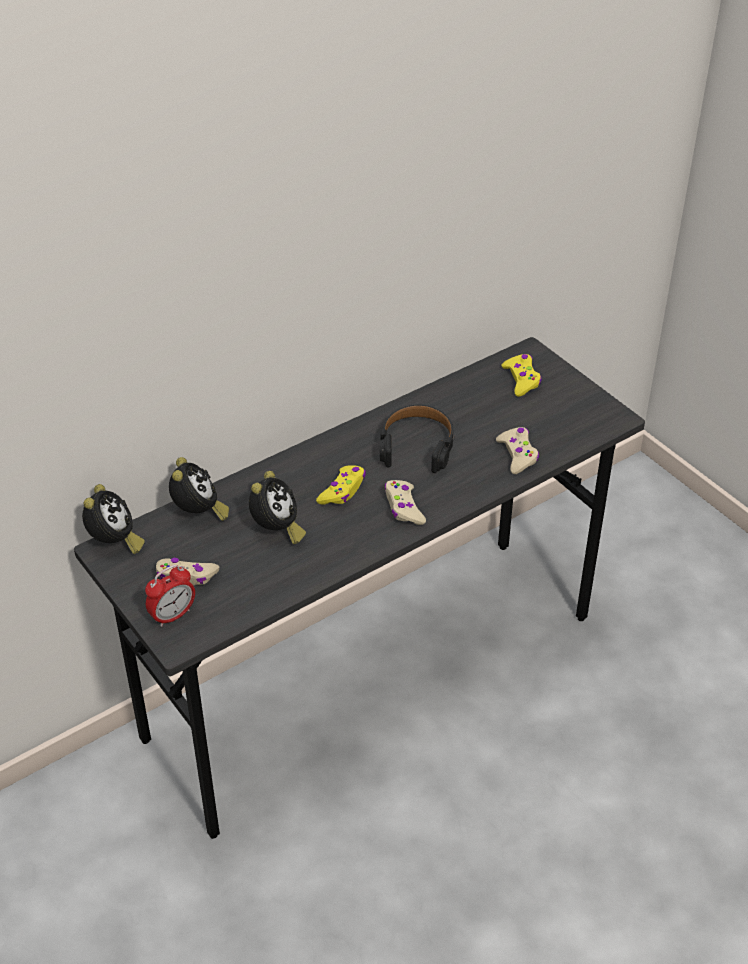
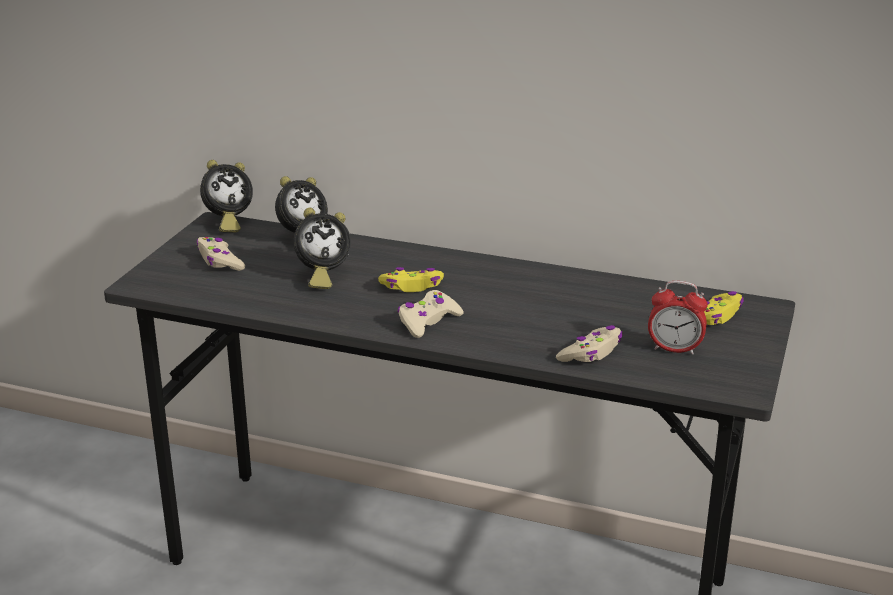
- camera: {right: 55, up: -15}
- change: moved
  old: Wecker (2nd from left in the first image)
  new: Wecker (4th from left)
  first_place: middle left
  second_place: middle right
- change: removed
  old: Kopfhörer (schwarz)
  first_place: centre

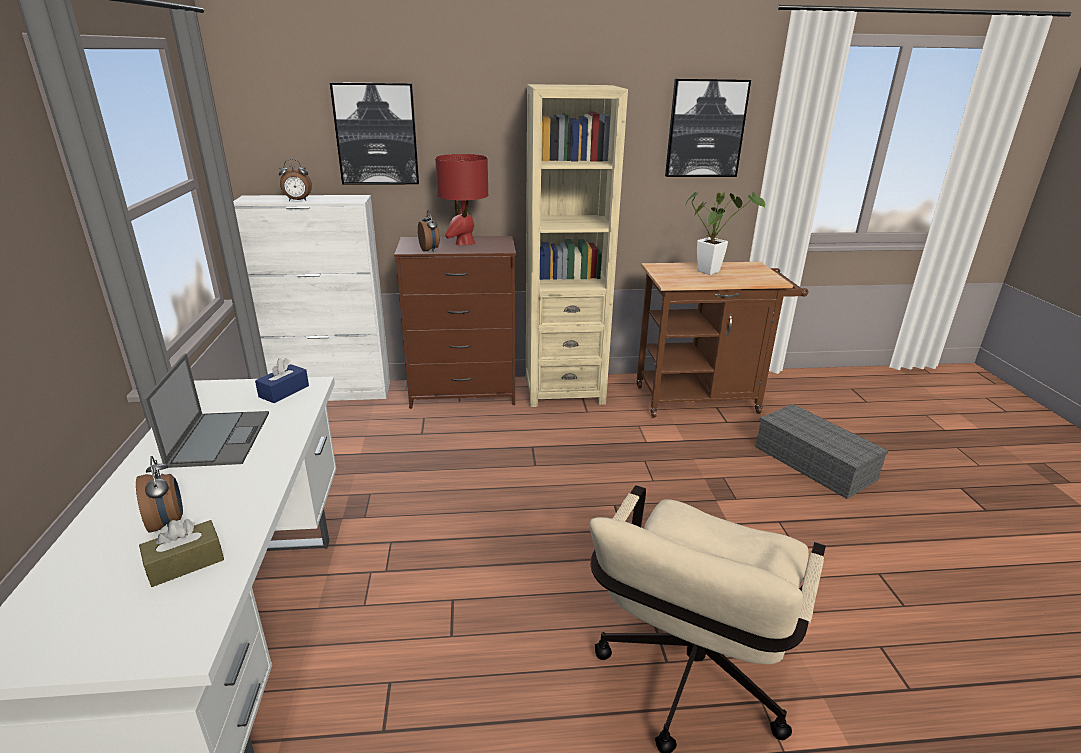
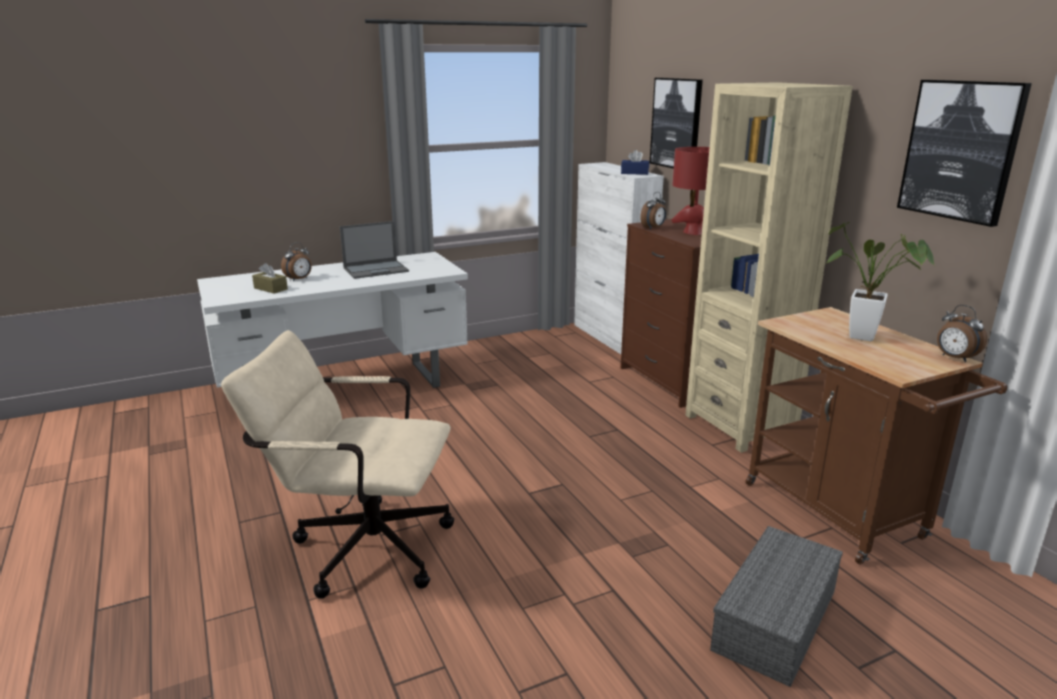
- camera: {right: 70, up: -5}
- change: moved
  old: Taschentuchbox (blau)
  first_place: middle left
  second_place: top centre
- change: moved
  old: Wecker (2nd from left in the first image)
  new: Wecker (3rd from left)
  first_place: top left
  second_place: middle right

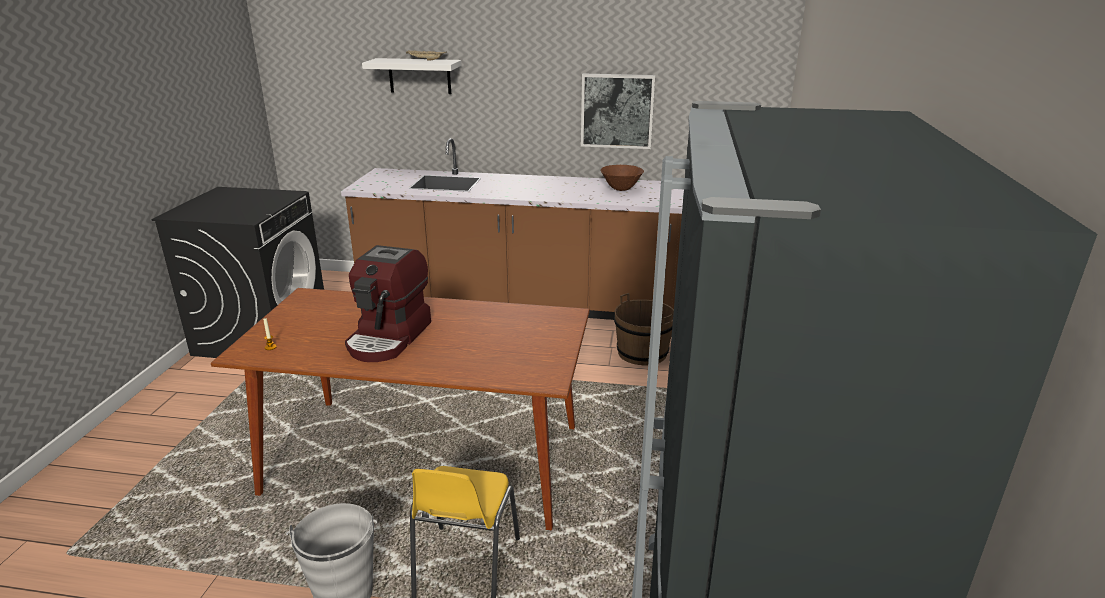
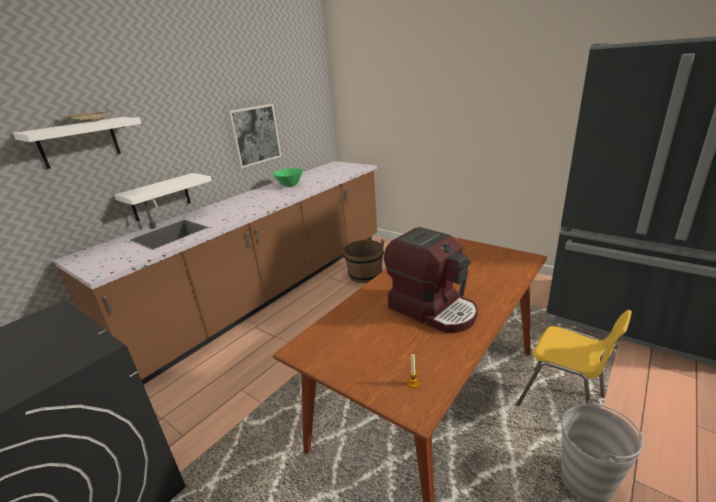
- camera: {right: -60, up: 0}
- change: recoloured
  old: Schüssel (braun)
  new: Schüssel (grün)
  first_place: top centre
  second_place: centre
- change: added
  new: Wandregal (weiß) (2nd from left)
  second_place: middle left

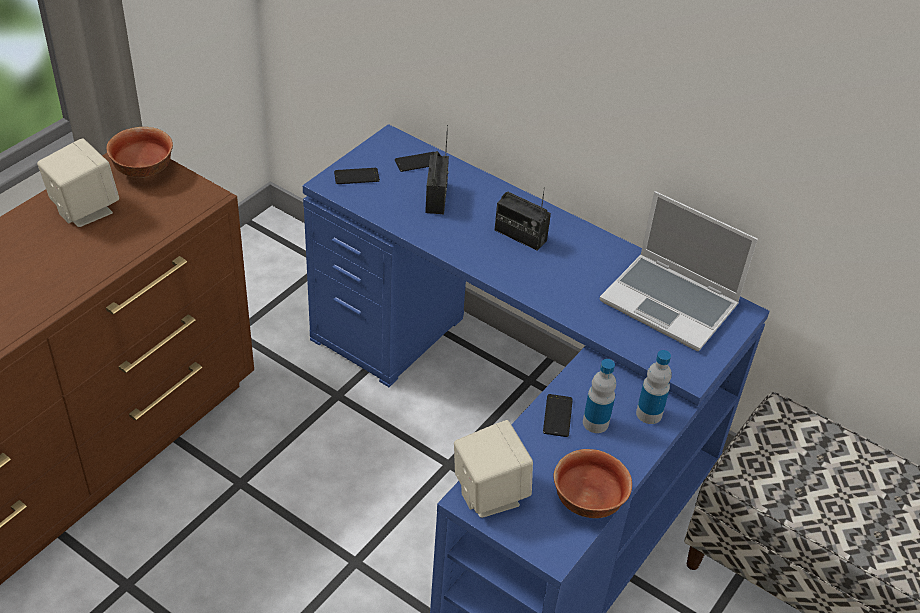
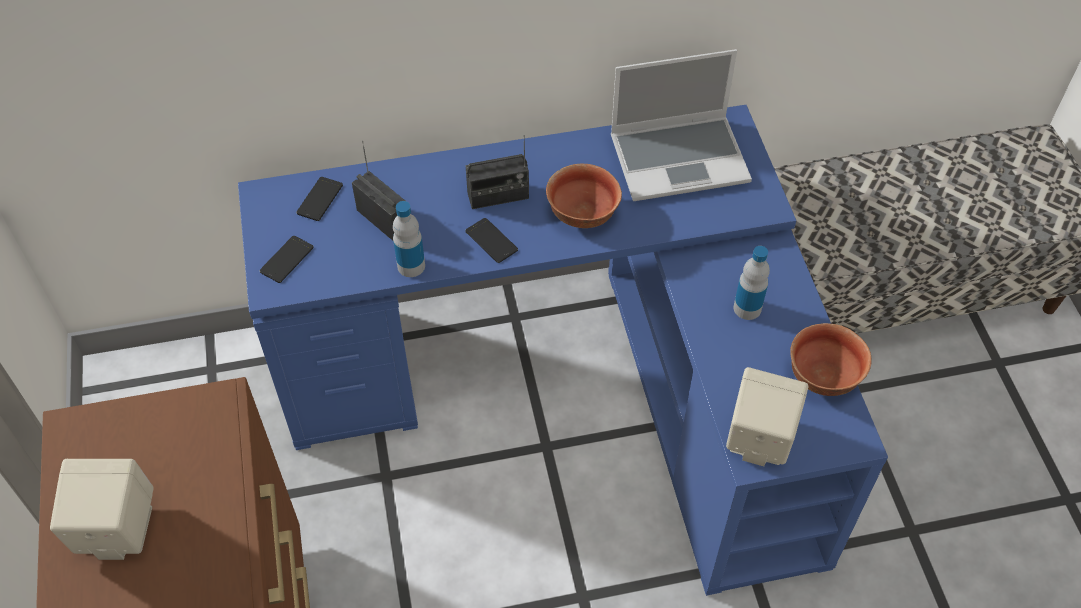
- camera: {right: -45, up: 10}
- change: moved
  old: Schüssel (1st from left)
  first_place: top left
  second_place: top centre
- change: moved
  old: Handy (3rd from left)
  first_place: bottom centre
  second_place: centre
- change: moved
  old: Flasche (2nd from left in the first image)
  new: Flasche (1st from left)
  first_place: middle right
  second_place: centre

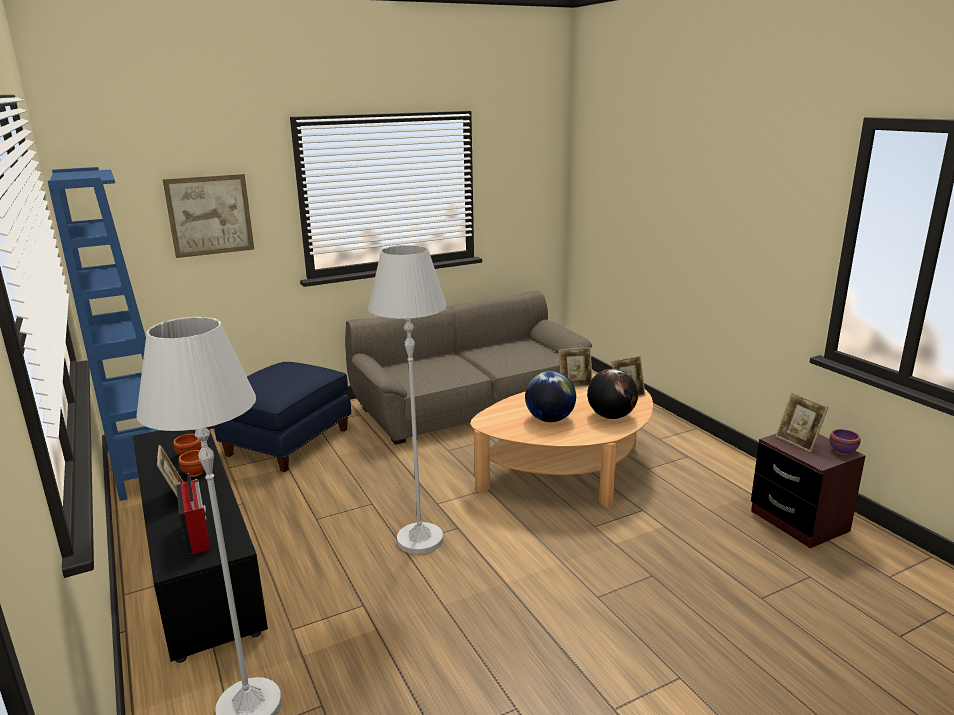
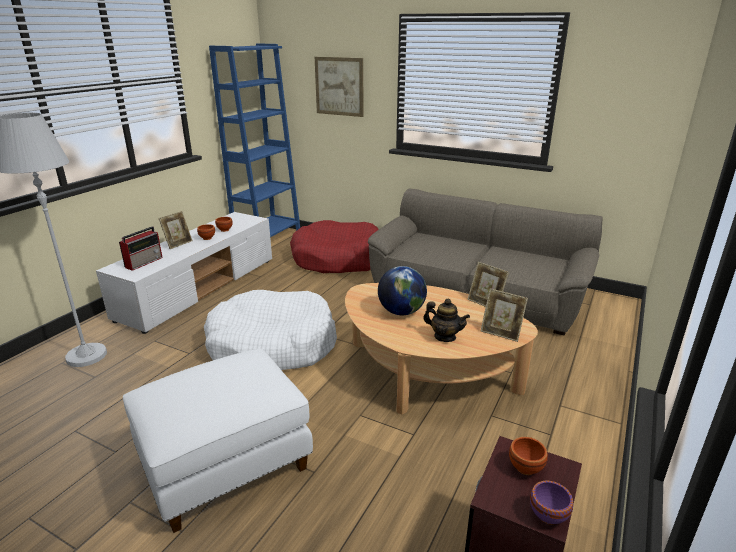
- camera: {right: 55, up: 5}
- change: recoloured
  old: Fernsehschrank (schwarz)
  new: Fernsehschrank (weiß)
  first_place: bottom left
  second_place: middle left
- change: replaced
  old: Polsterhocker (blau)
  new: Hundebett (rot)
  first_place: middle left
  second_place: centre
- change: replaced
  old: Stehlampe (weiß) (2nd from left)
  new: Hundebett (weiß)
  first_place: centre
  second_place: centre
- change: replaced
  old: Globus (2nd from left)
  new: Teekanne
  first_place: centre
  second_place: centre
- change: replaced
  old: Bilderrahmen (4th from left)
  new: Schüssel (braun) (3rd from left)
  first_place: middle right
  second_place: bottom right
- change: added
  new: Polsterhocker (weiß)
  second_place: bottom left

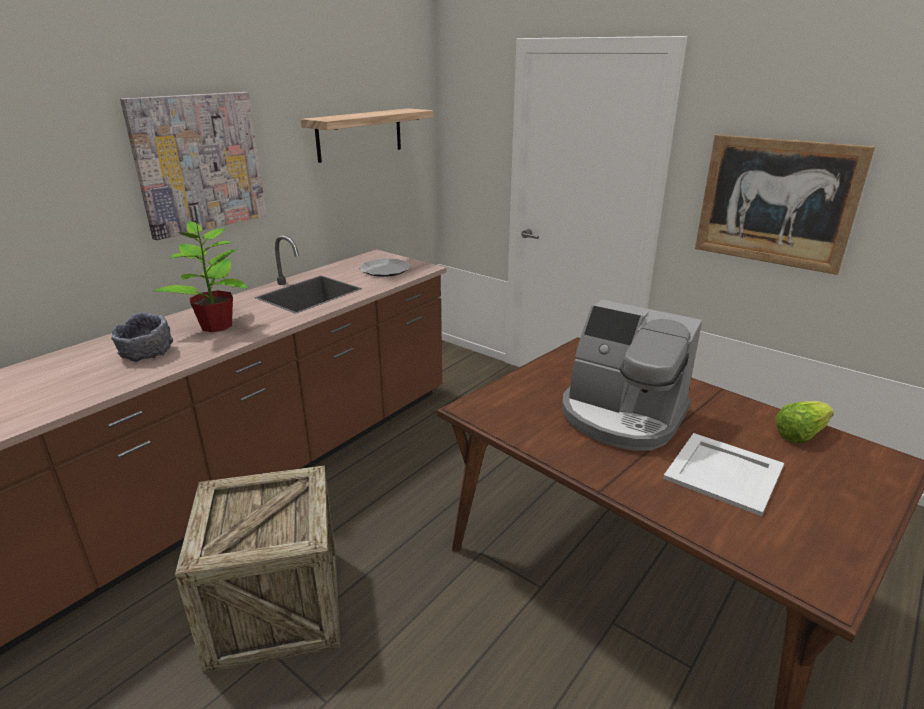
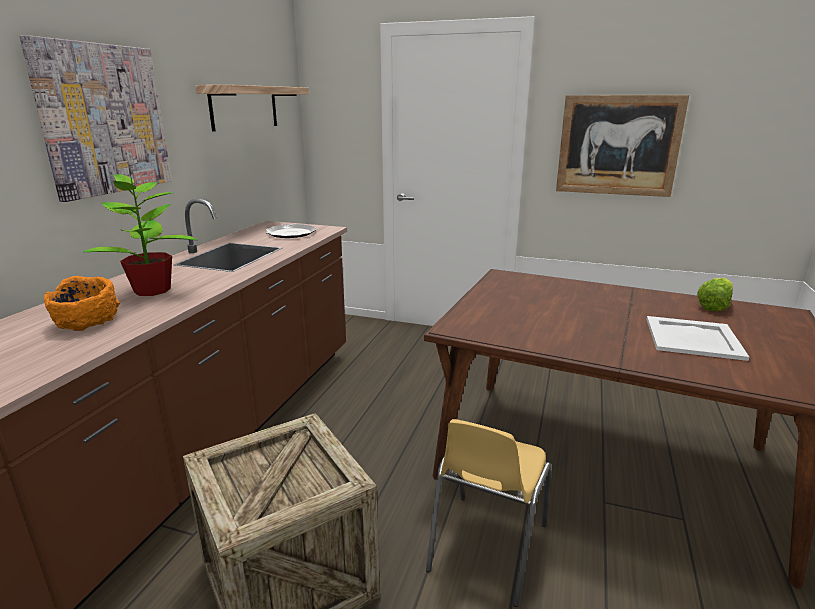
- camera: {right: -20, up: -5}
- change: recoloured
  old: Schüssel (grau)
  new: Schüssel (orange)
  first_place: middle left
  second_place: middle left
- change: removed
  old: Kaffeemaschine
  first_place: middle right
- change: added
  new: Stuhl (gelb)
  second_place: bottom centre

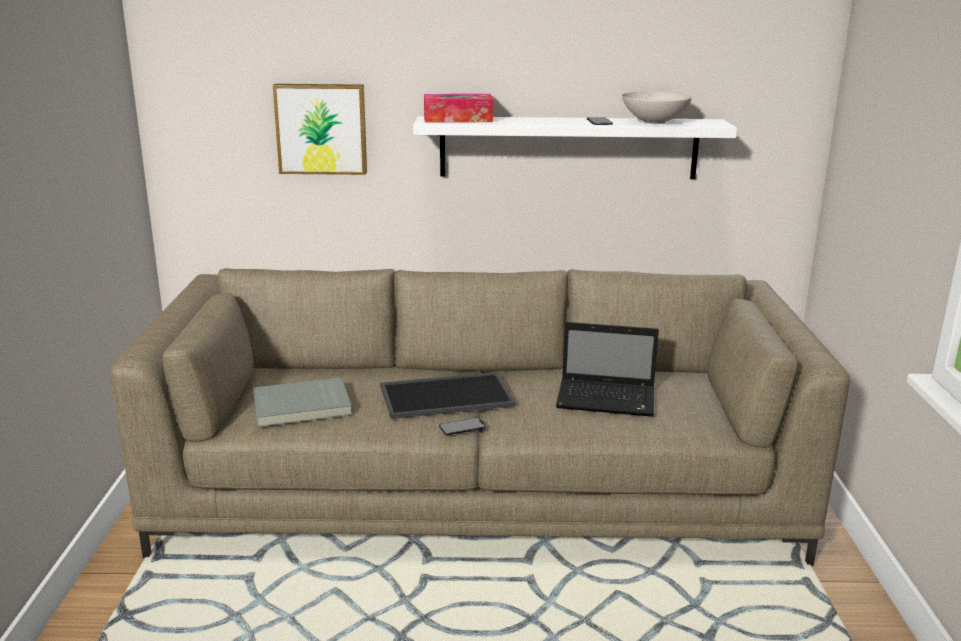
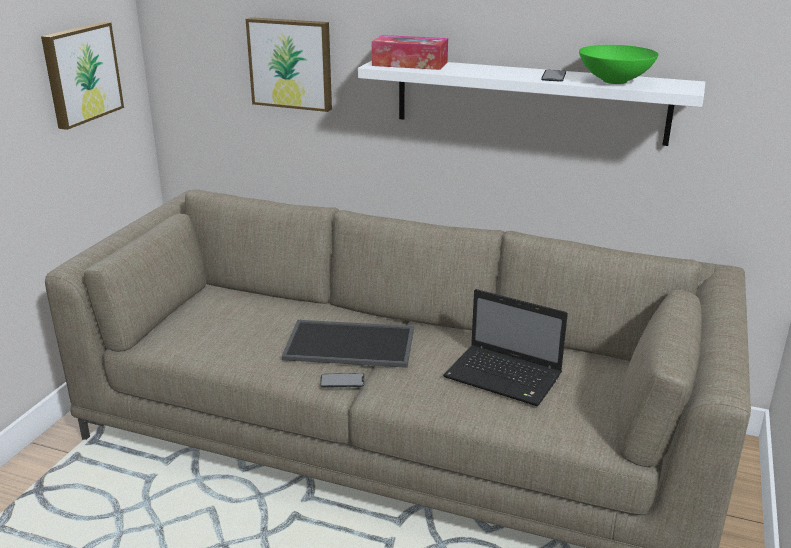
- camera: {right: 20, up: 5}
- change: removed
  old: Buch (grau)
  first_place: middle left
- change: recoloured
  old: Schüssel (weiß)
  new: Schüssel (grün)
  first_place: top right
  second_place: top right
- change: added
  new: Bild (1st from left)
  second_place: top left

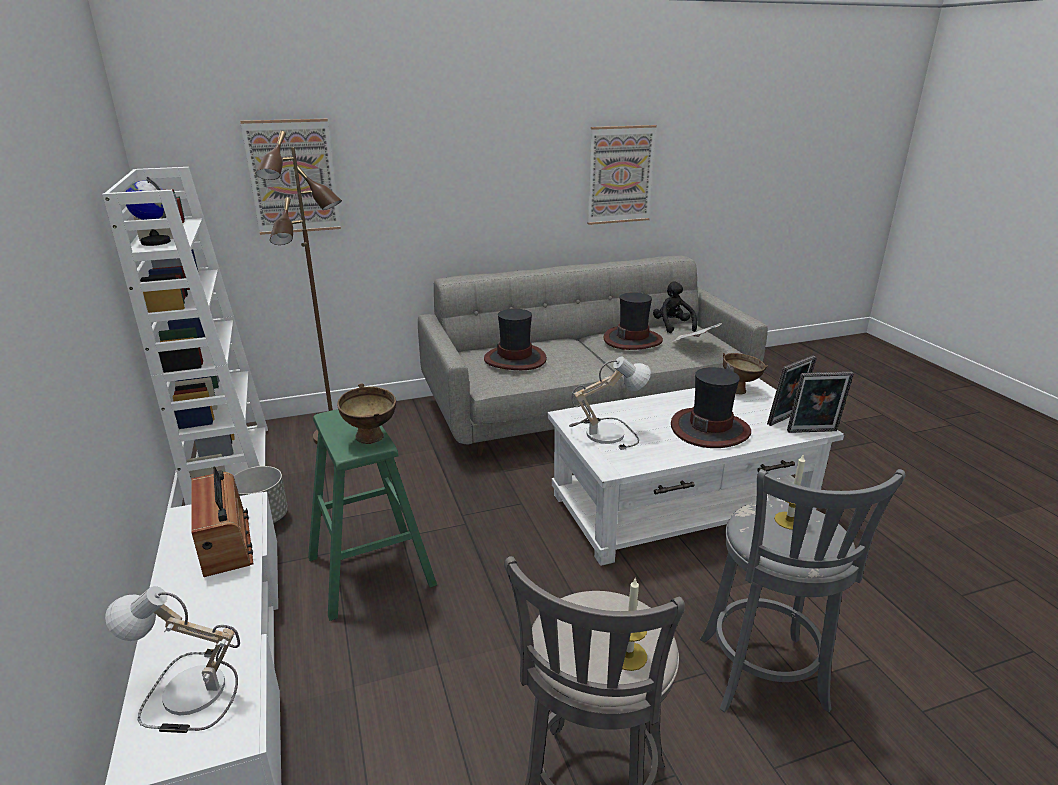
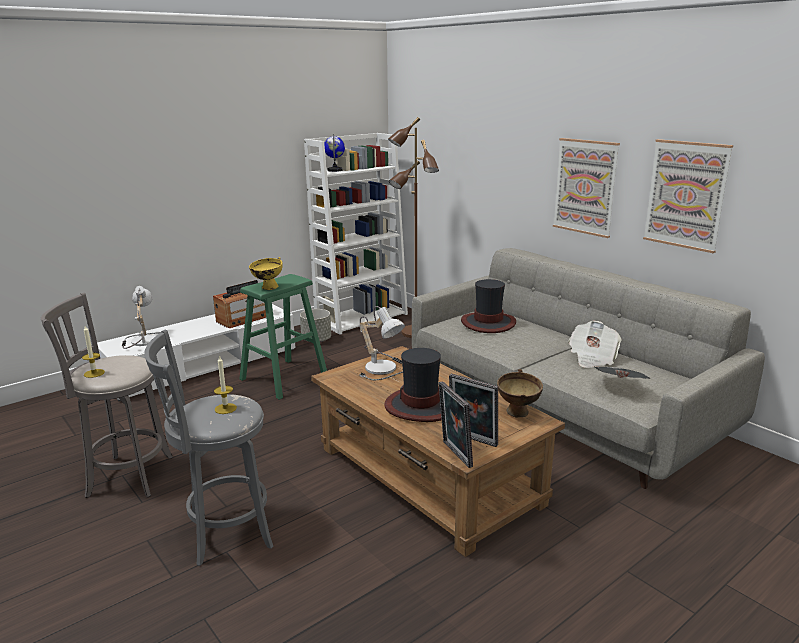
- camera: {right: 70, up: -5}
- change: moved
  old: Bild (1st from left)
  first_place: top left
  second_place: top right
- change: recoloured
  old: Schüssel (braun) (1st from left)
  new: Schüssel (gelb)
  first_place: centre
  second_place: middle left
- change: recoloured
  old: Couchtisch (weiß)
  new: Couchtisch (braun)
  first_place: centre
  second_place: bottom centre
- change: replaced
  old: Hut (2nd from left)
  new: Zeitung (1st from left)
  first_place: centre
  second_place: middle right
- change: removed
  old: Plüschtier (schwarz)
  first_place: centre

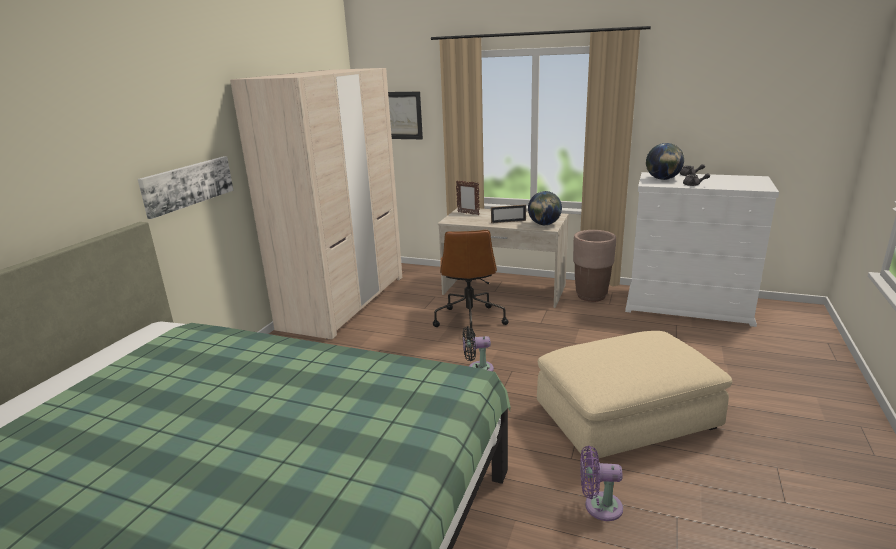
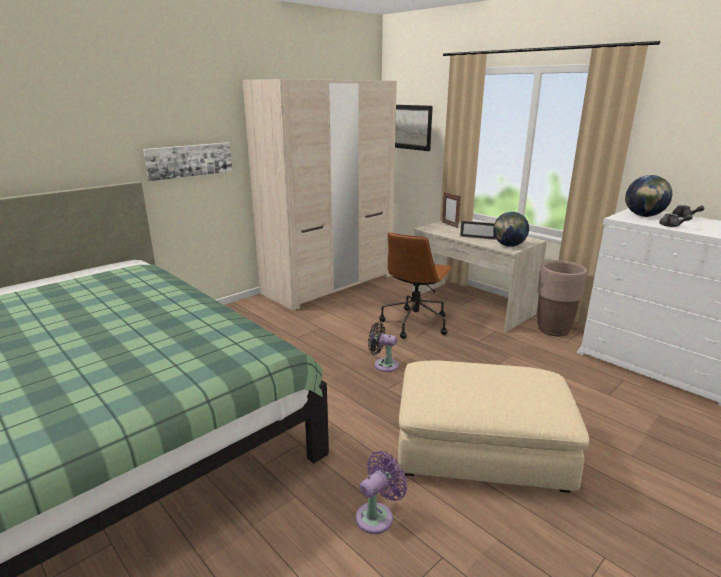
- camera: {right: 25, up: 0}
- change: turned
  old: Ventilator (lila)
  first_place: bottom right
  second_place: bottom centre
  degrees: 105

